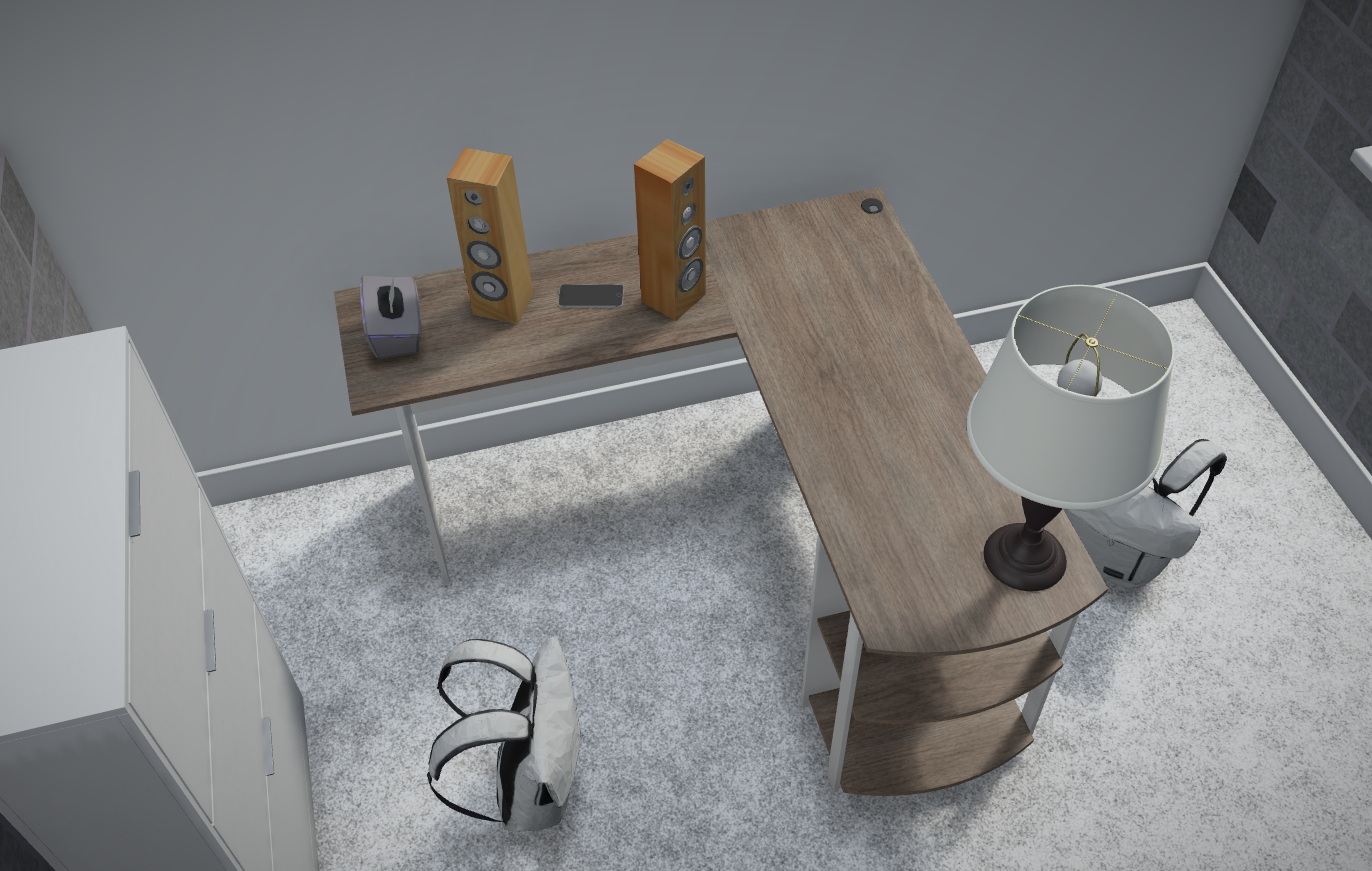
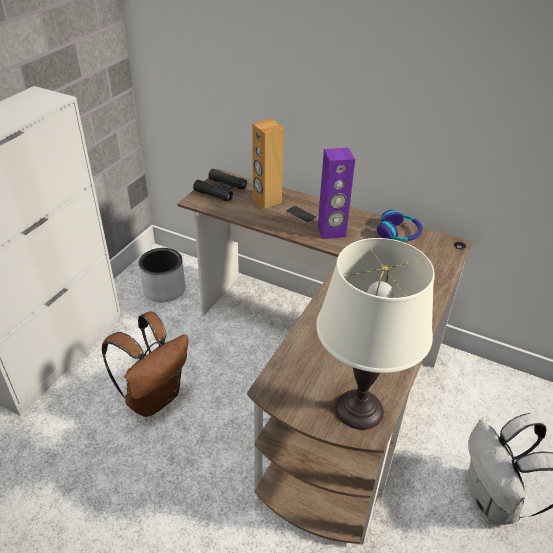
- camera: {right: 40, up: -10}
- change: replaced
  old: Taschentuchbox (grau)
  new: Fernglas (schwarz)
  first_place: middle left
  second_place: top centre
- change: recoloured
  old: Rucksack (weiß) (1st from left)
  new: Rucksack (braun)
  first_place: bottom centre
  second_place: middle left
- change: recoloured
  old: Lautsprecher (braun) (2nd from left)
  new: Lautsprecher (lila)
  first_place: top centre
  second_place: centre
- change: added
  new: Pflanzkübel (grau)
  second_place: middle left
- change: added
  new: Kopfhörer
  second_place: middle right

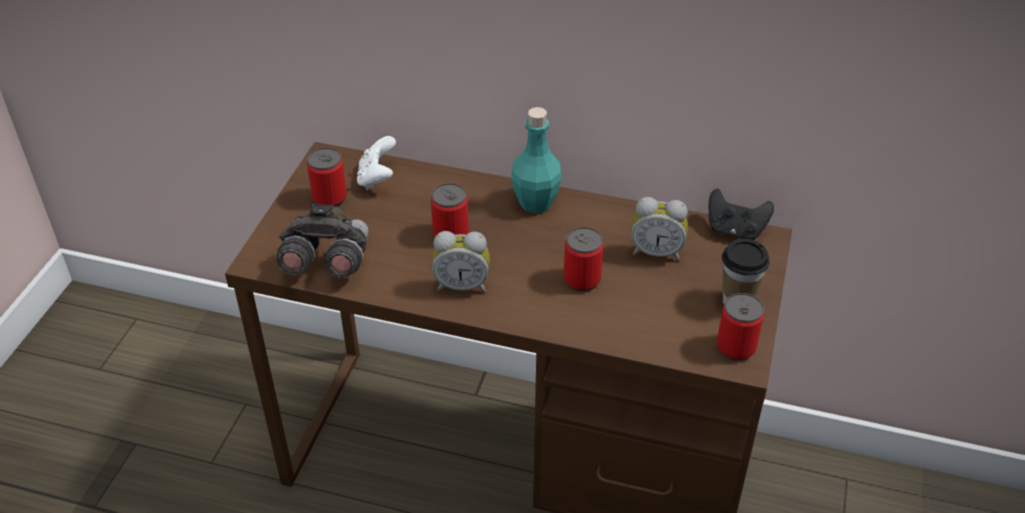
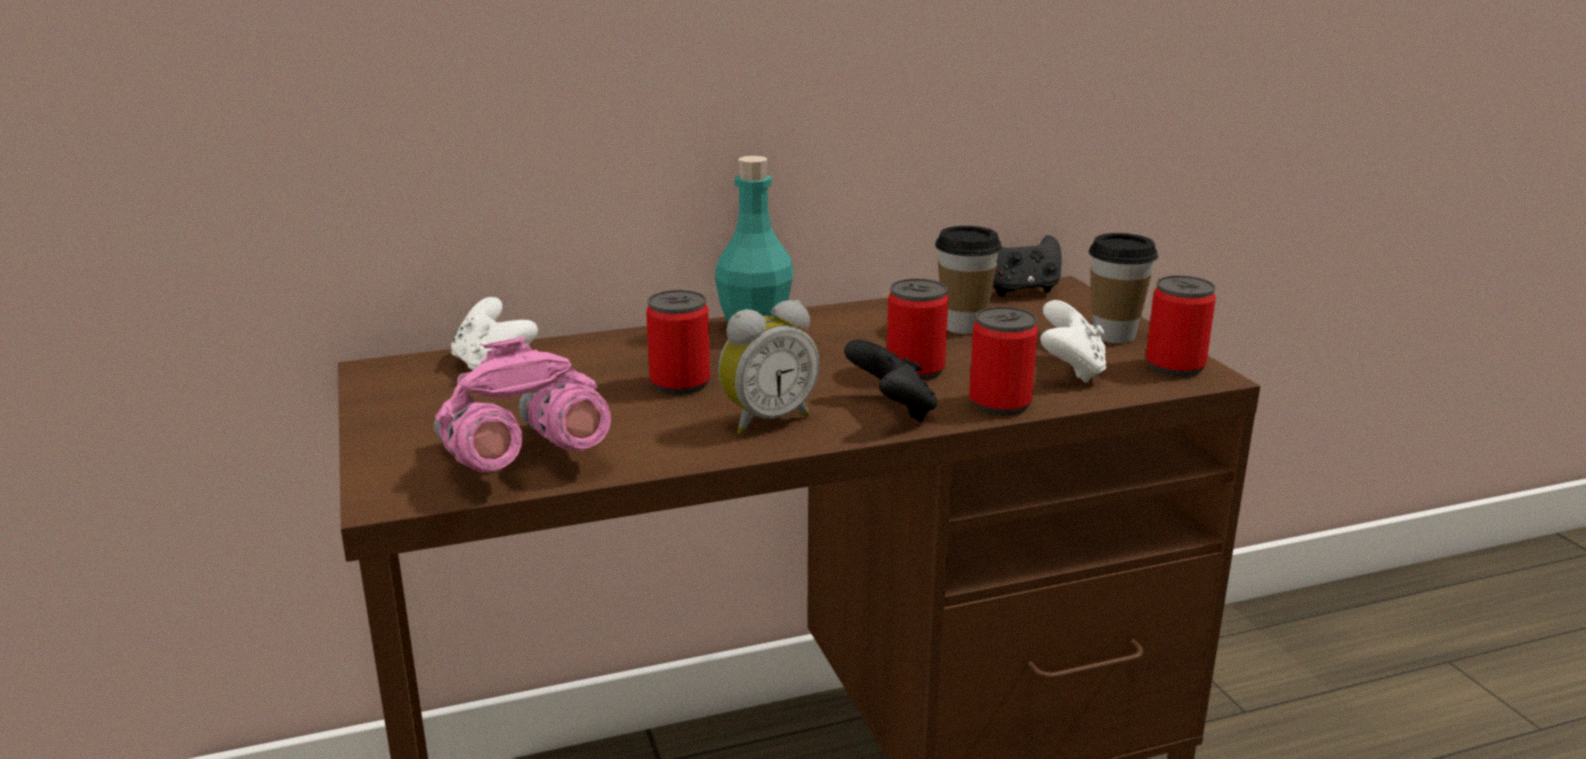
- camera: {right: -35, up: -20}
- change: recoloured
  old: Fernglas (grau)
  new: Fernglas (rosa)
  first_place: middle left
  second_place: middle left
- change: moved
  old: Dose (1st from left in the first image)
  new: Dose (3rd from left)
  first_place: middle left
  second_place: centre
- change: replaced
  old: Wecker (2nd from left)
  new: Tasse (1st from left)
  first_place: centre
  second_place: centre
- change: added
  new: Gamepad (schwarz) (1st from left)
  second_place: centre
- change: added
  new: Gamepad (weiß) (2nd from left)
  second_place: middle right

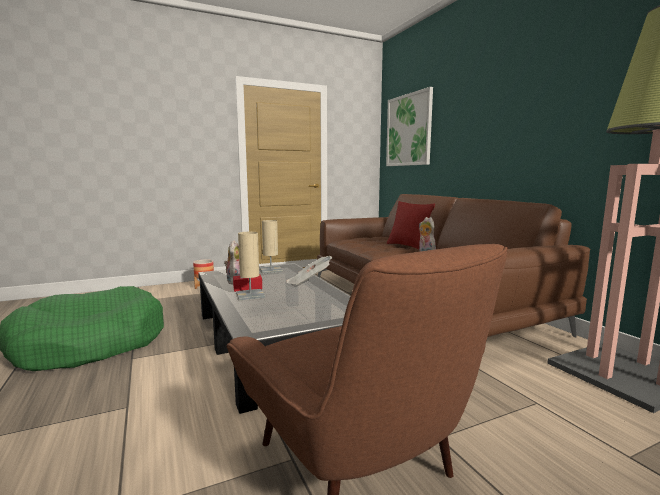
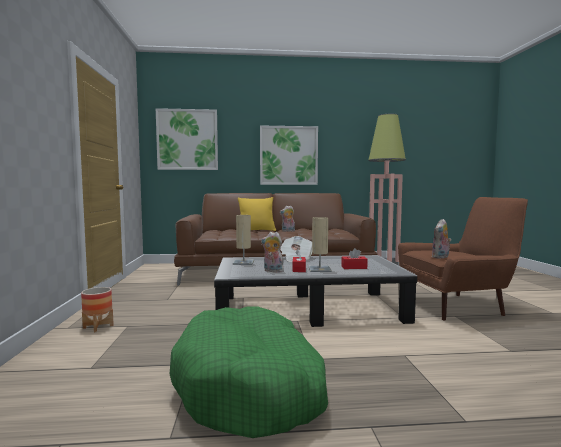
- camera: {right: -70, up: -5}
- change: recoloured
  old: Kissen (rot)
  new: Kissen (gelb)
  first_place: centre
  second_place: centre
- change: added
  new: Bild (2nd from left)
  second_place: centre
- change: added
  new: Taschentuchbox (rot) (2nd from left)
  second_place: centre
- change: added
  new: Plüschtier (3rd from left)
  second_place: middle right

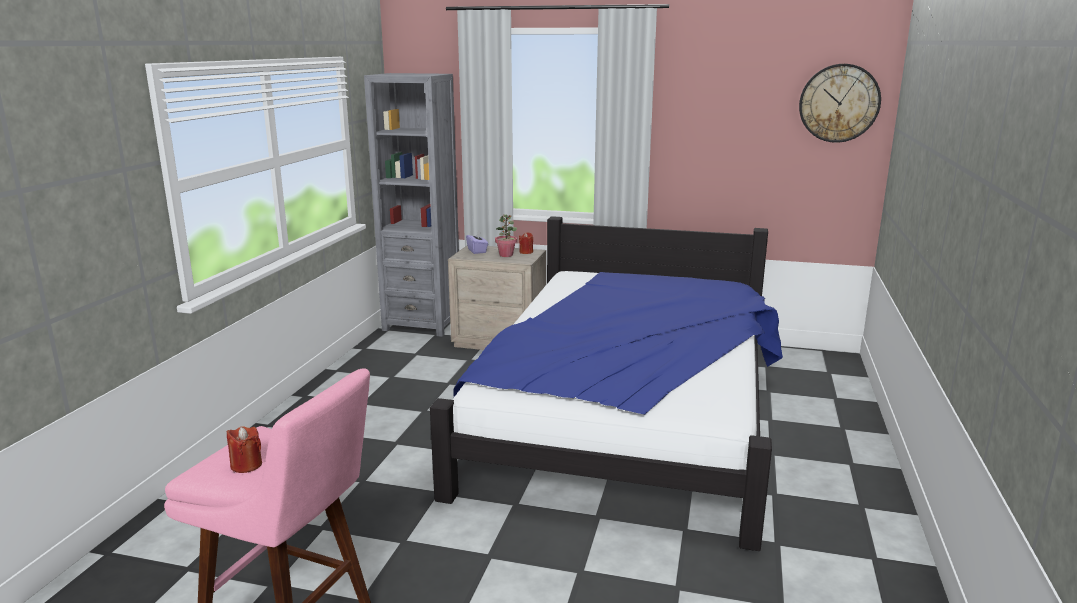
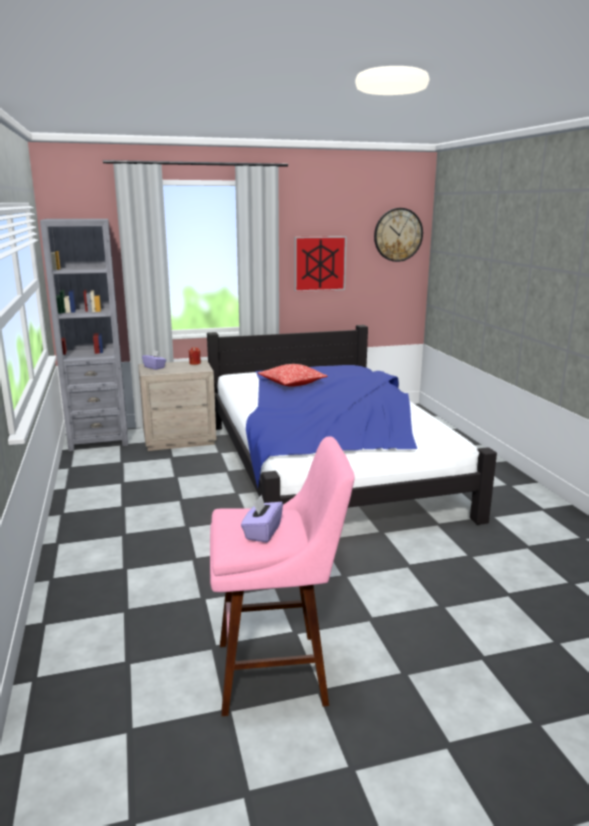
- camera: {right: -30, up: 0}
- change: replaced
  old: Kerze (rot) (1st from left)
  new: Taschentuchbox (lila) (2nd from left)
  first_place: bottom left
  second_place: centre
- change: removed
  old: Topfpflanze
  first_place: centre
- change: added
  new: Kissen
  second_place: centre
- change: added
  new: Bild
  second_place: top centre

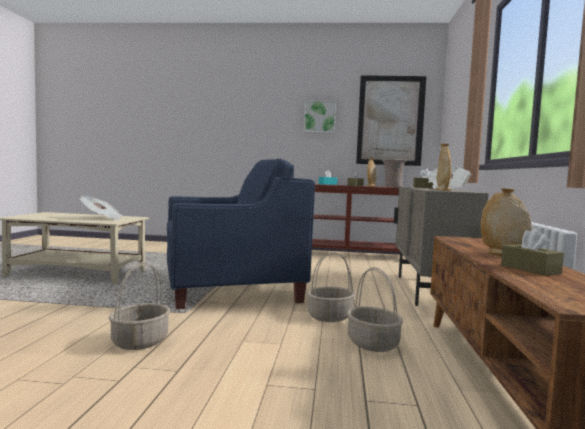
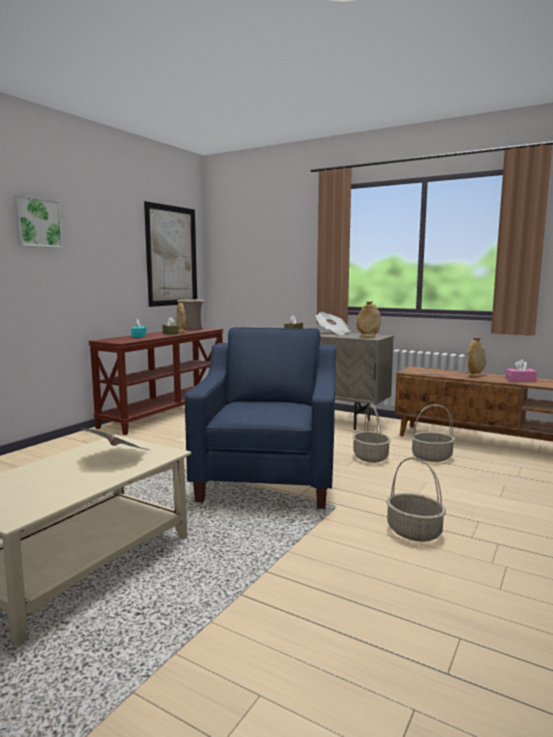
- camera: {right: -65, up: 5}
- change: moved
  old: Bild (1st from left)
  first_place: top centre
  second_place: top left
- change: recoloured
  old: Taschentuchbox (braun) (3rd from left)
  new: Taschentuchbox (rosa)
  first_place: middle right
  second_place: middle right

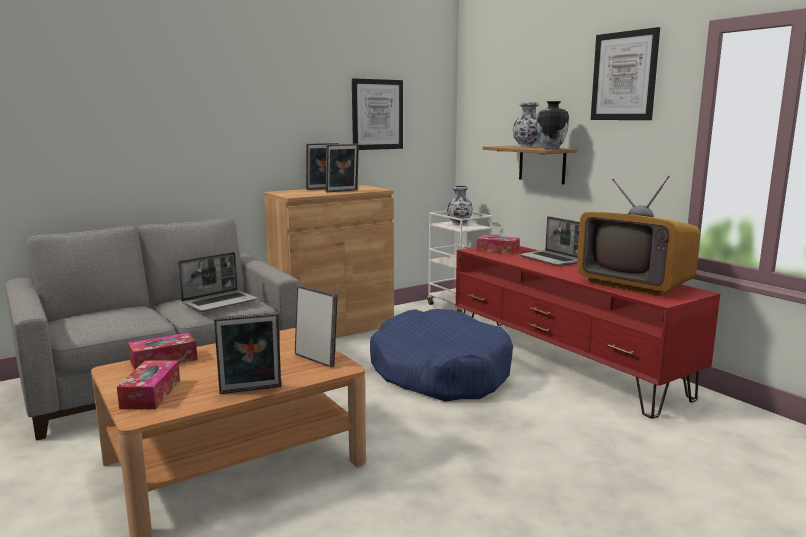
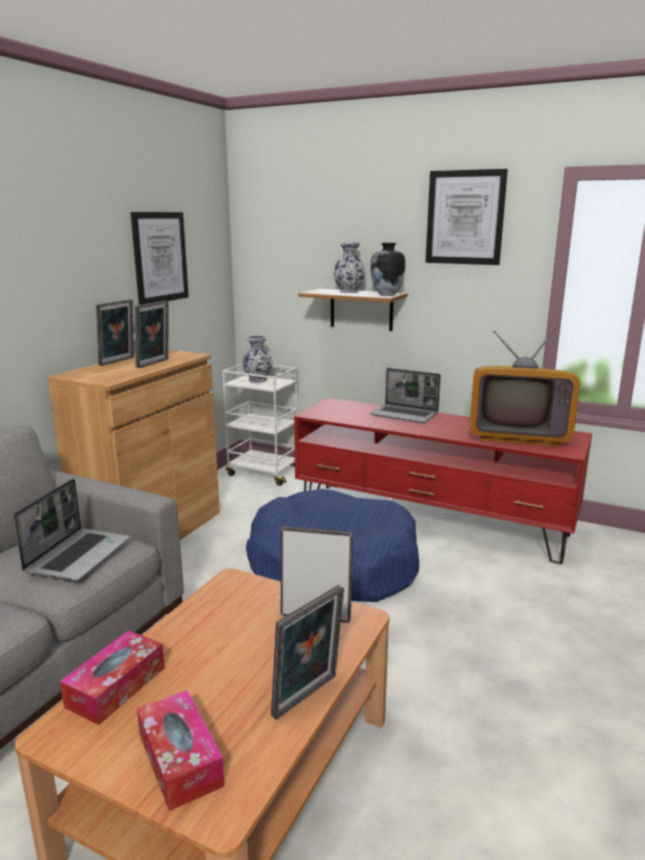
- camera: {right: -30, up: 5}
- change: removed
  old: Taschentuchbox (3rd from left)
  first_place: centre

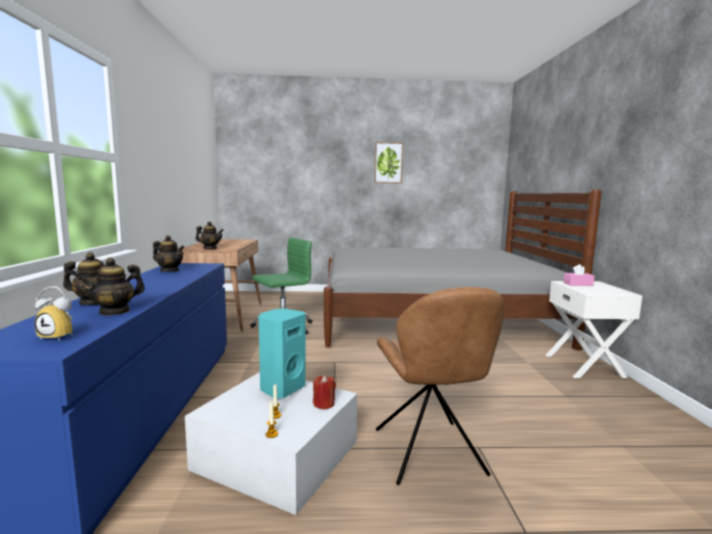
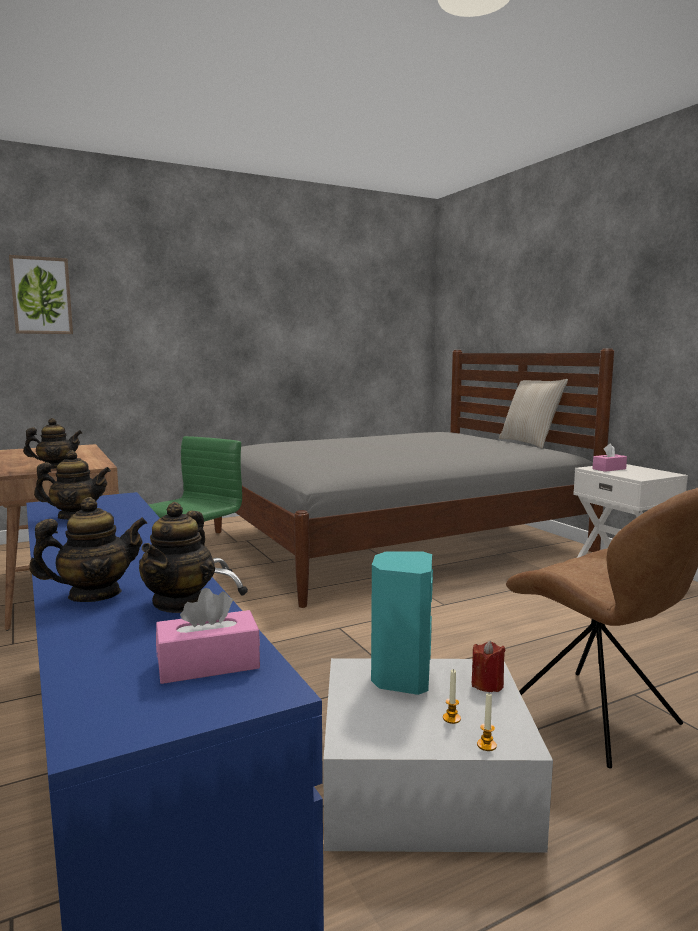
- camera: {right: -25, up: 0}
- change: replaced
  old: Wecker
  new: Taschentuchbox (rosa) (1st from left)
  first_place: middle left
  second_place: bottom left
- change: moved
  old: Bild
  first_place: top centre
  second_place: top left
- change: added
  new: Kissen (beige)
  second_place: middle right

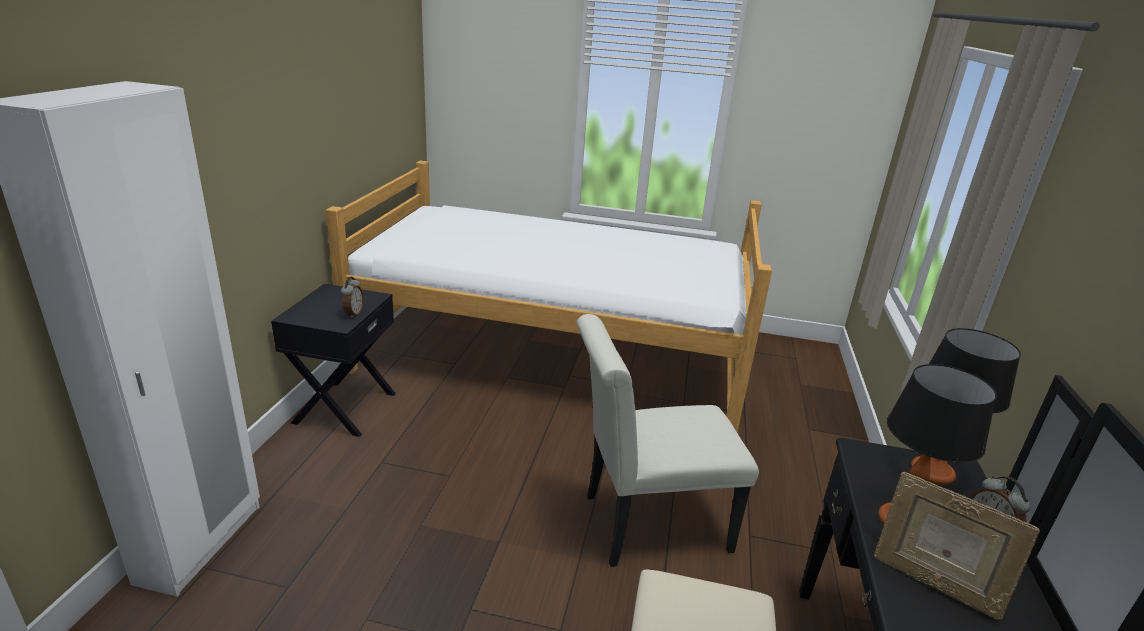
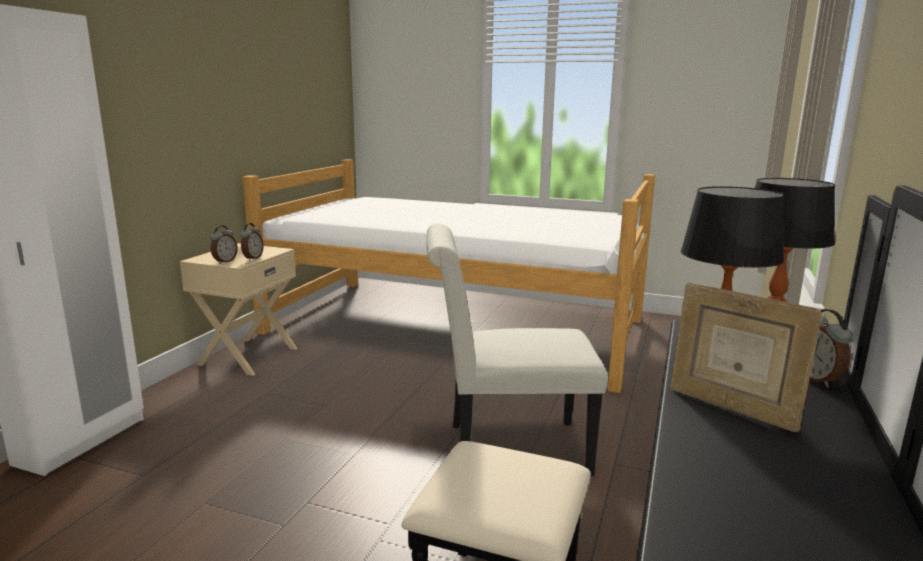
- camera: {right: 10, up: -10}
- change: recoloured
  old: Nachttisch (schwarz)
  new: Nachttisch (beige)
  first_place: middle left
  second_place: middle left
- change: added
  new: Wecker (1st from left)
  second_place: middle left

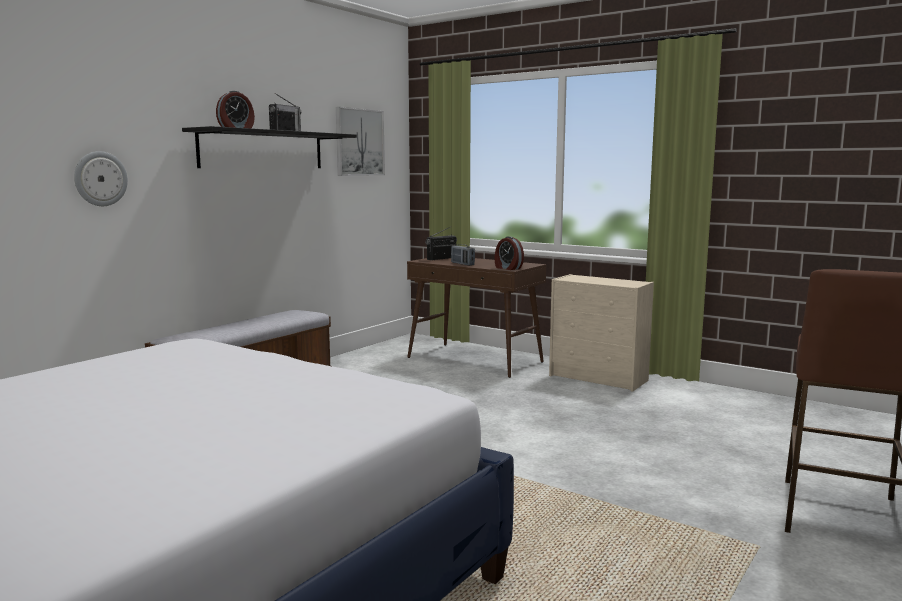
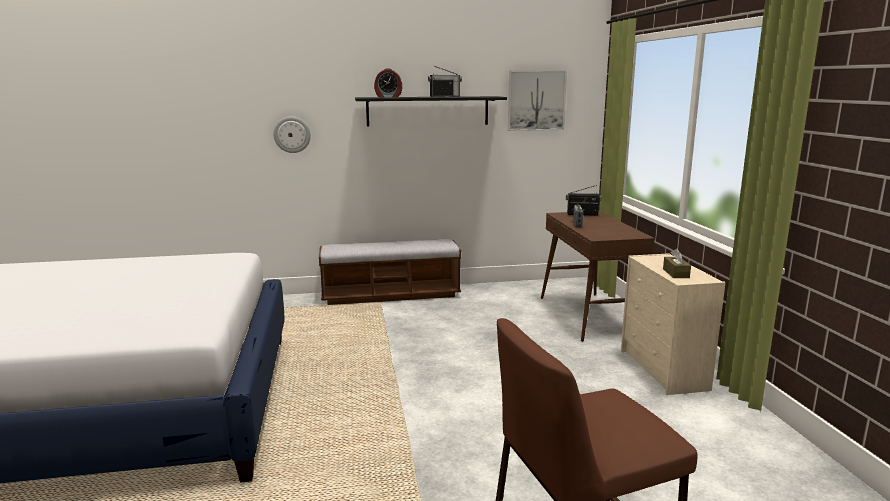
- camera: {right: 45, up: 5}
- change: removed
  old: Wecker (2nd from left)
  first_place: centre
- change: added
  new: Taschentuchbox (braun)
  second_place: middle right

